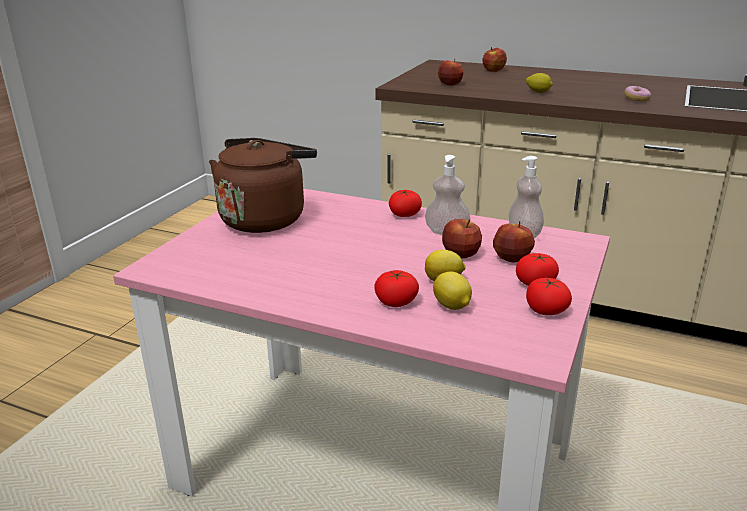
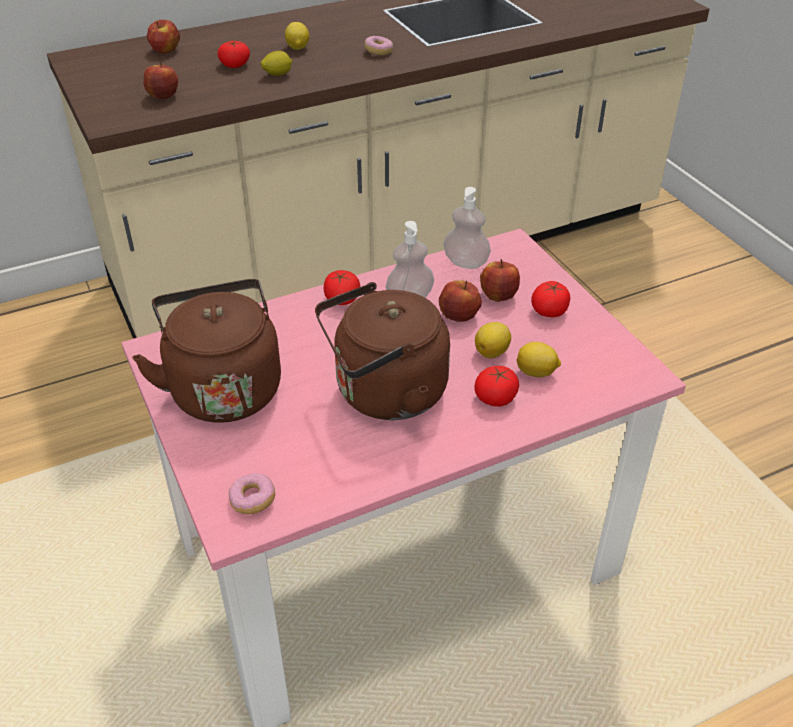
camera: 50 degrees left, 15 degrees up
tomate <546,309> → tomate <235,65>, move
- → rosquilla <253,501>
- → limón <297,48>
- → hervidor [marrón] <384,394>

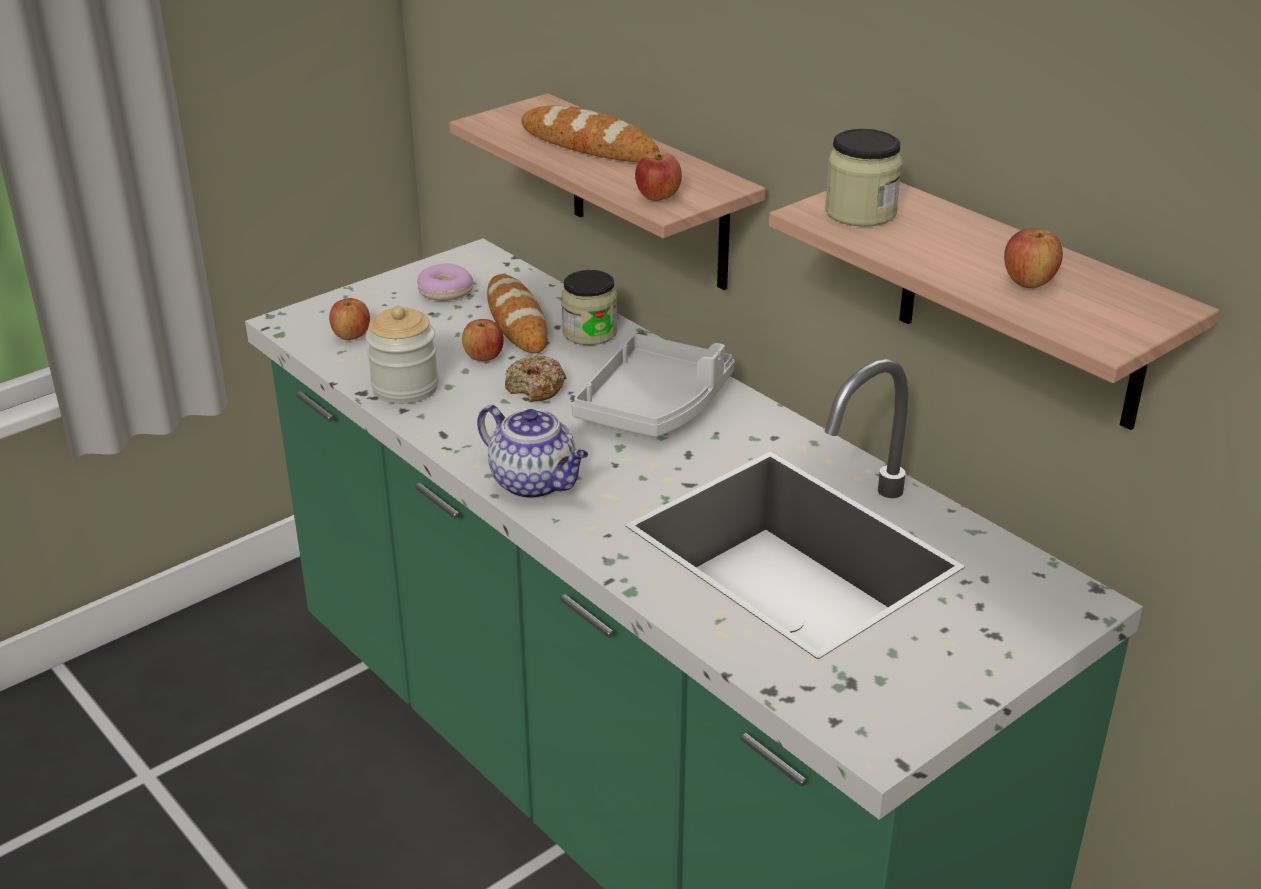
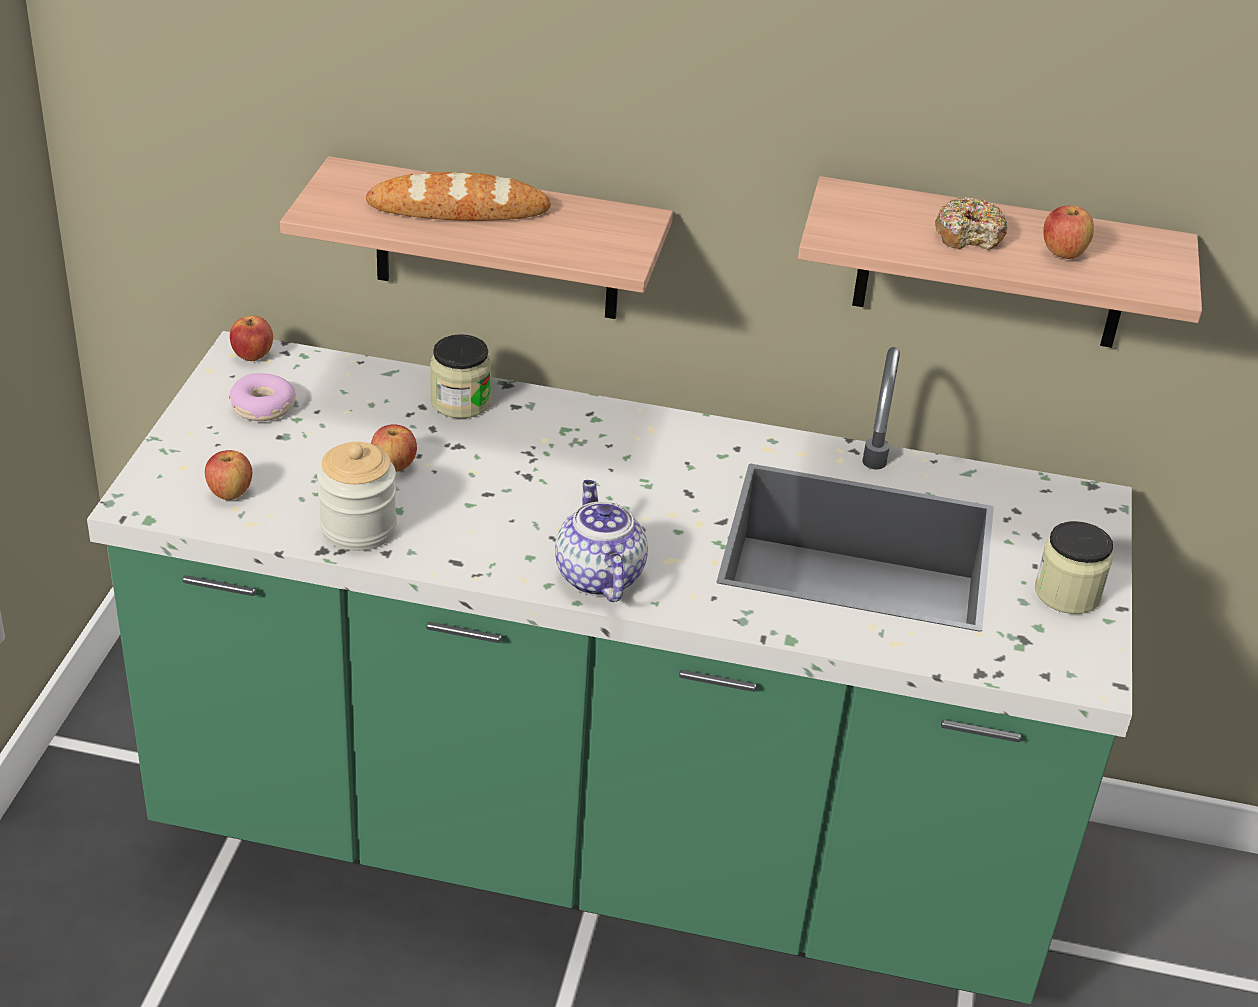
camera: 40 degrees left, 5 degrees up
manzana <658,197> → manzana <253,356>, move
tetera <535,483> → tetera <597,575>, 105 degrees counterclockwise
rosquilla <535,388> → rosquilla <969,235>, move
tarro <860,212> → tarro <1067,593>, move
pan <516,320> → -
bandeja [gris] <655,406> → -

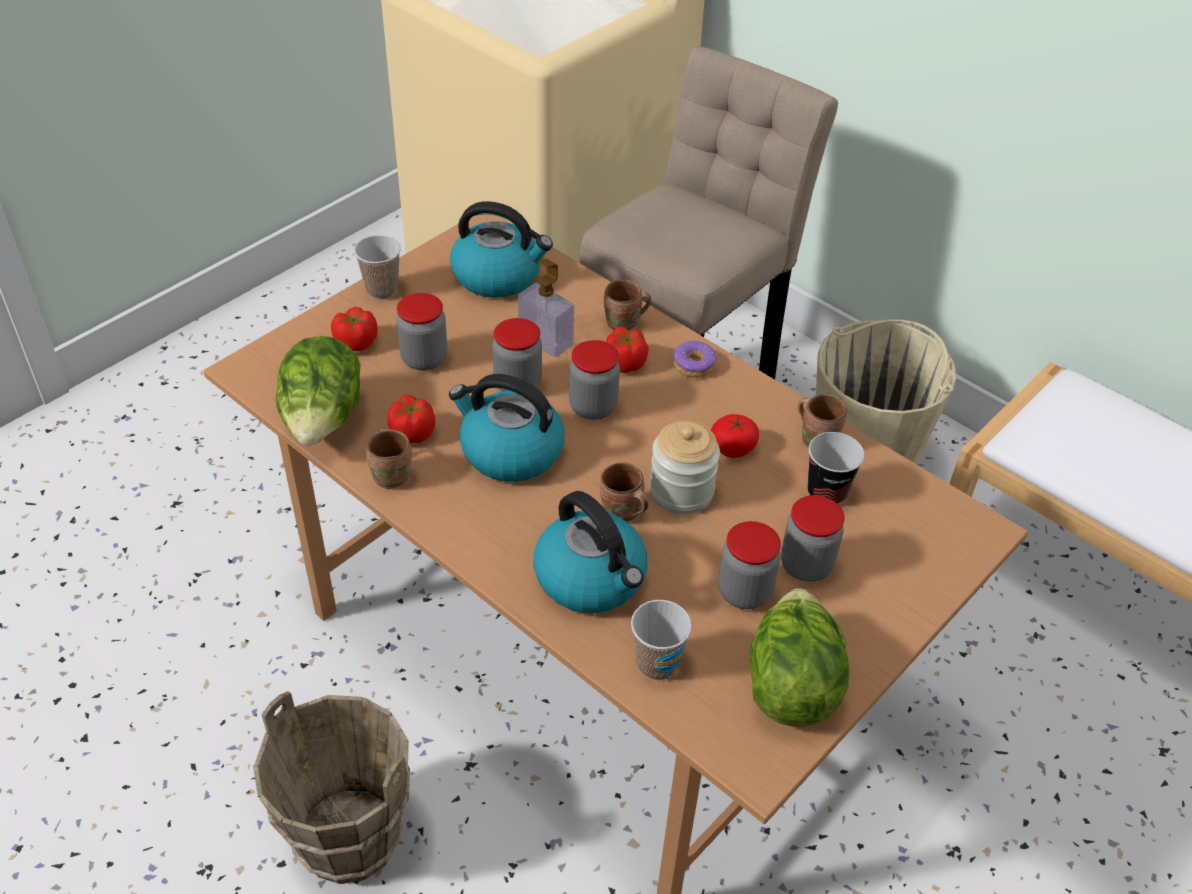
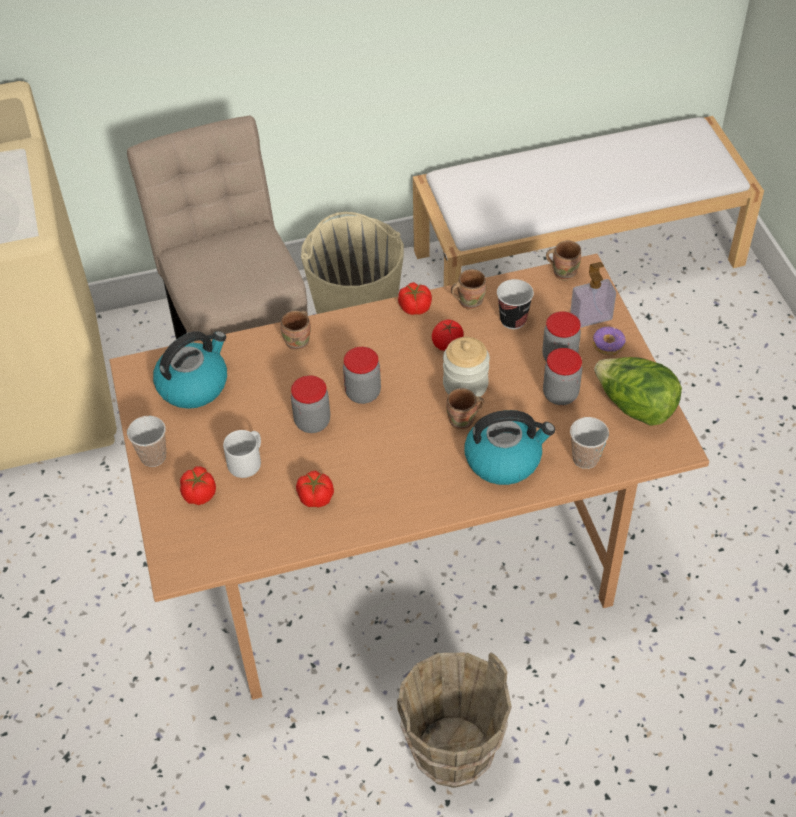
camera: 55 degrees left, 5 degrees up
tarro <424,359> → taza grande [gris] <247,462>
tomate <625,363> → tomate <414,307>, move
taza grande [marrón] <393,475> → taza grande [marrón] <563,272>, move
dispensador de jabón <545,340> → dispensador de jabón <591,317>, move
rosquilla <694,365> → rosquilla <608,345>, move
lechuga <323,421> → -
hervidor <510,452> → -

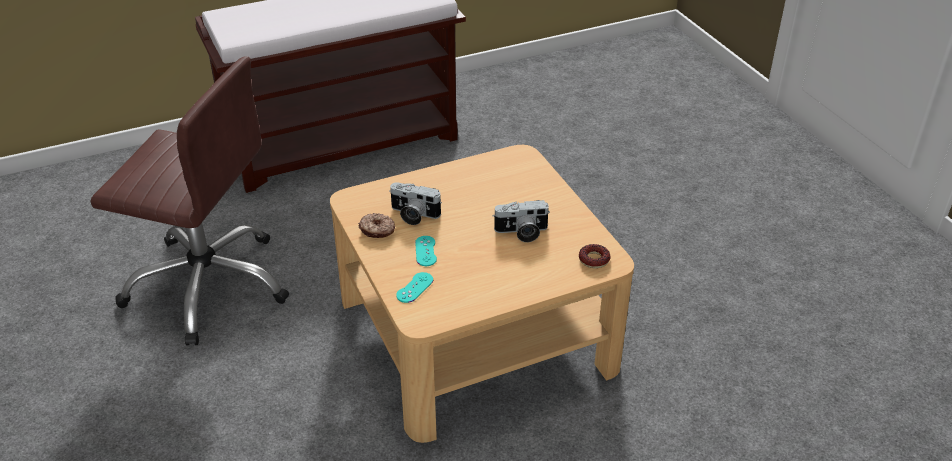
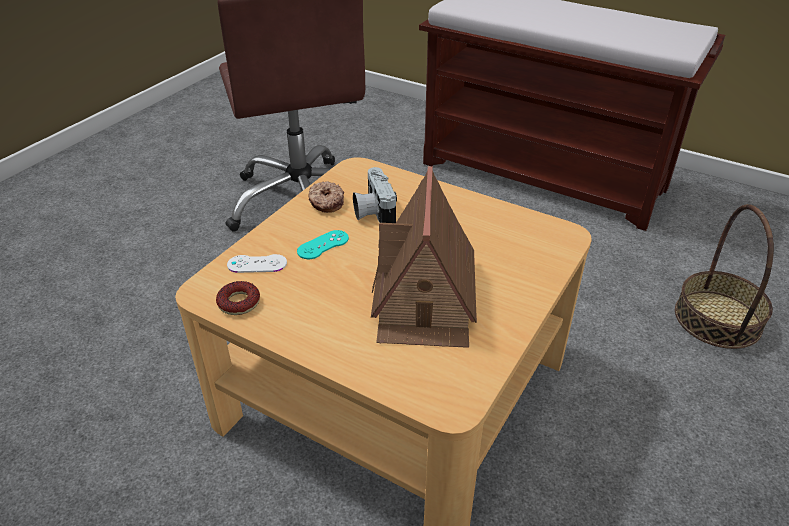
camera: 55 degrees right, 0 degrees up
rosquilla <594,260> → rosquilla <239,303>, move
mando de consola [turquesa] <414,287> → mando de consola [blanco] <257,264>
cámara <521,232> → casita <424,297>
- → cesta <718,319>

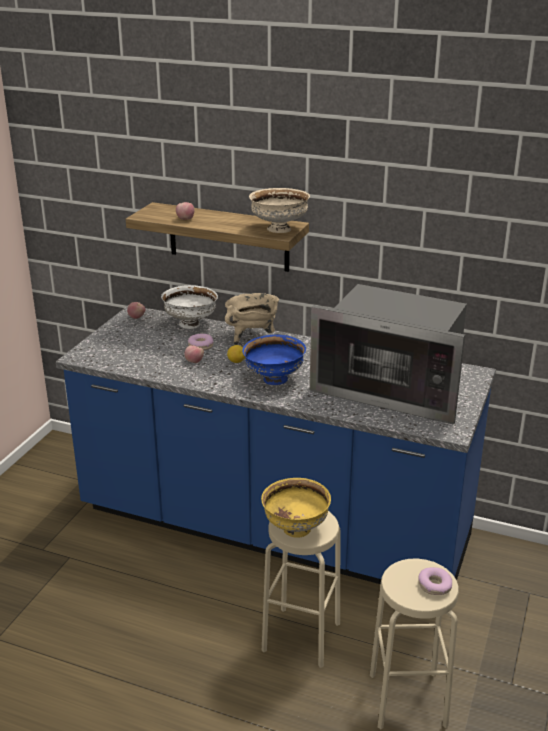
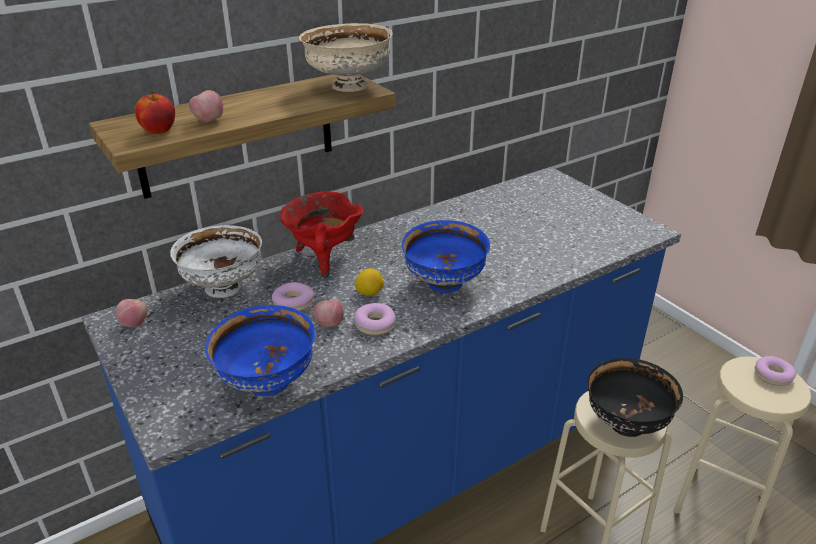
camera: 55 degrees left, 5 degrees up
- → manzana <158,131>
- → cuenco [azul] <268,384>
olla [beis] <253,337> → olla [rojo] <324,258>
- → rosquilla <375,324>
cuenco [amarillo] <295,529> → cuenco [negro] <626,425>
microondas <392,389> → -

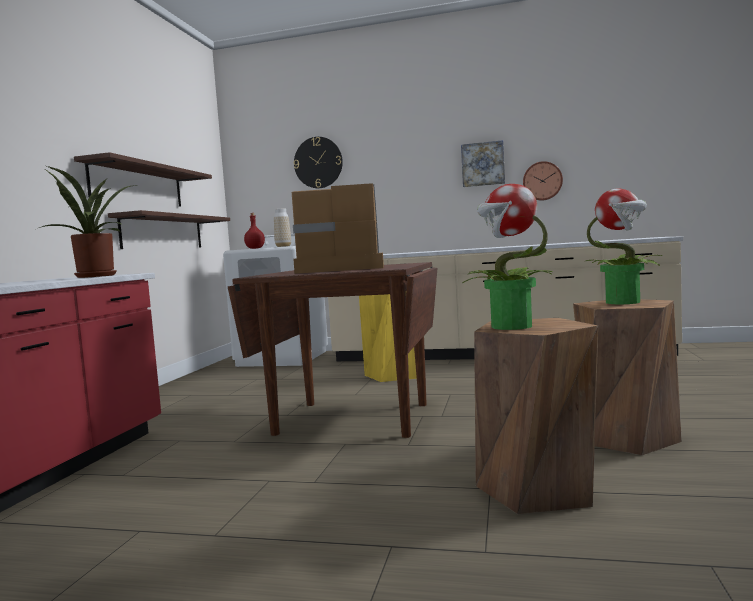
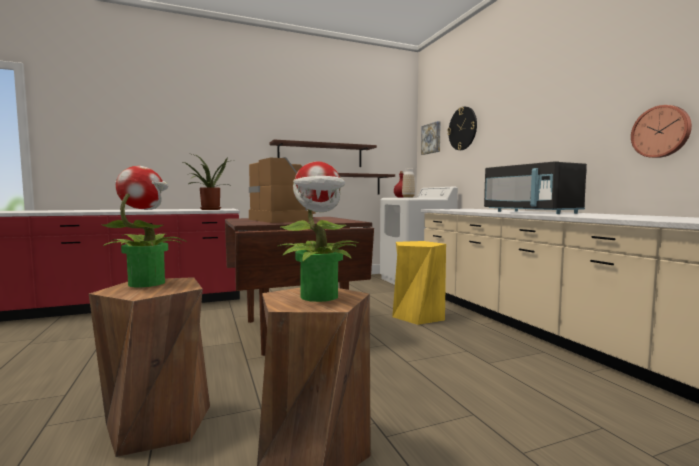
camera: 55 degrees right, 0 degrees up
cuadro <483,164> → cuadro <431,138>, move
- → microondas [negro] <530,212>

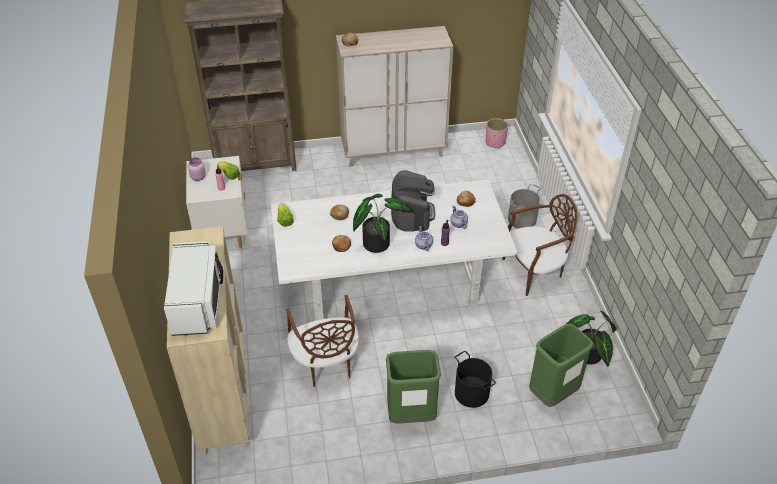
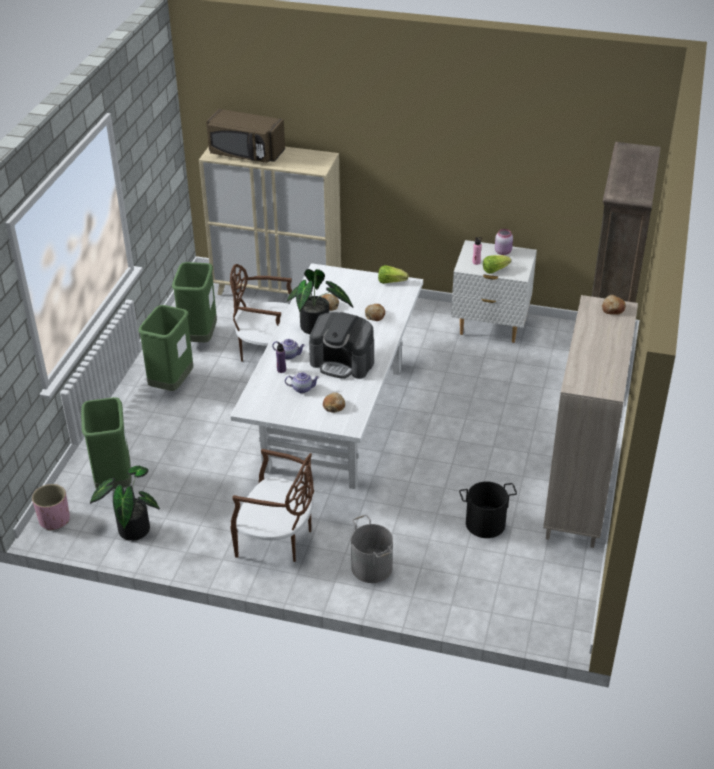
camera: 115 degrees right, 5 degrees down
maceta [rosa] <495,142> → maceta [rosa] <54,520>, move
- → papelera [verde] <199,338>
microondas [blanco] <198,302> → microondas [marrón] <246,153>
silla [marrón] <534,271> → silla [marrón] <277,540>, 75 degrees counterclockwise
cubo [negro] <471,393> → cubo [negro] <485,523>, move

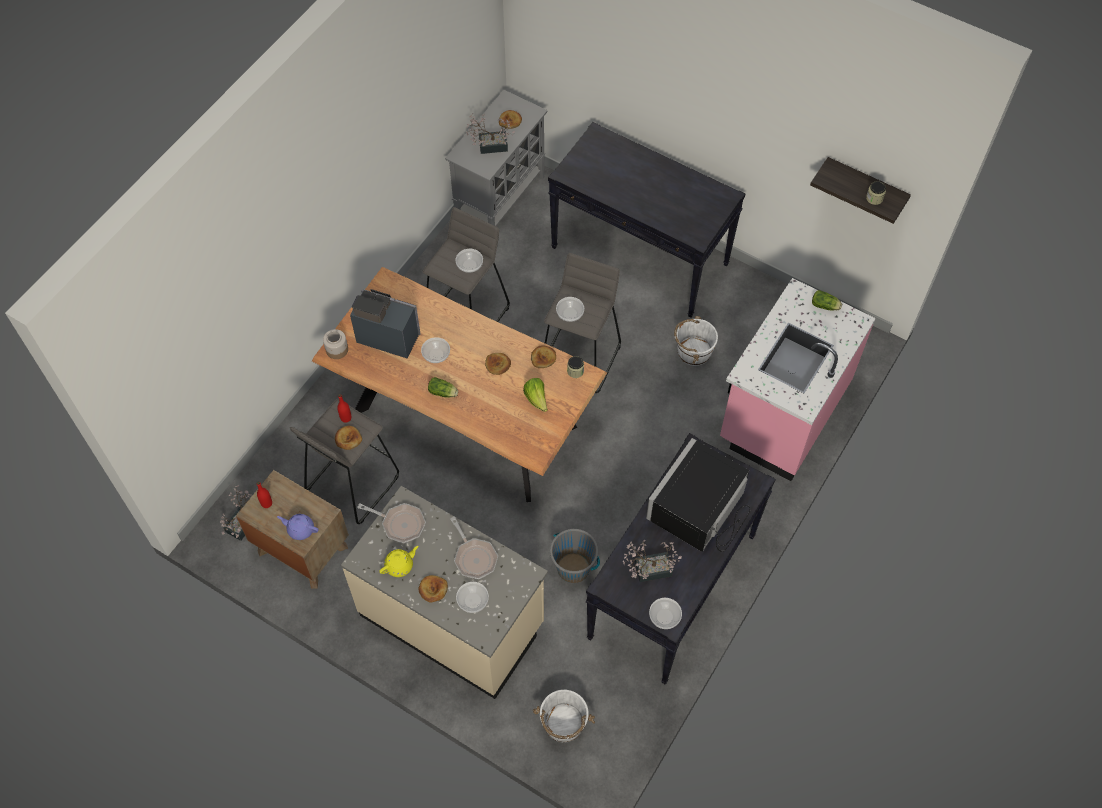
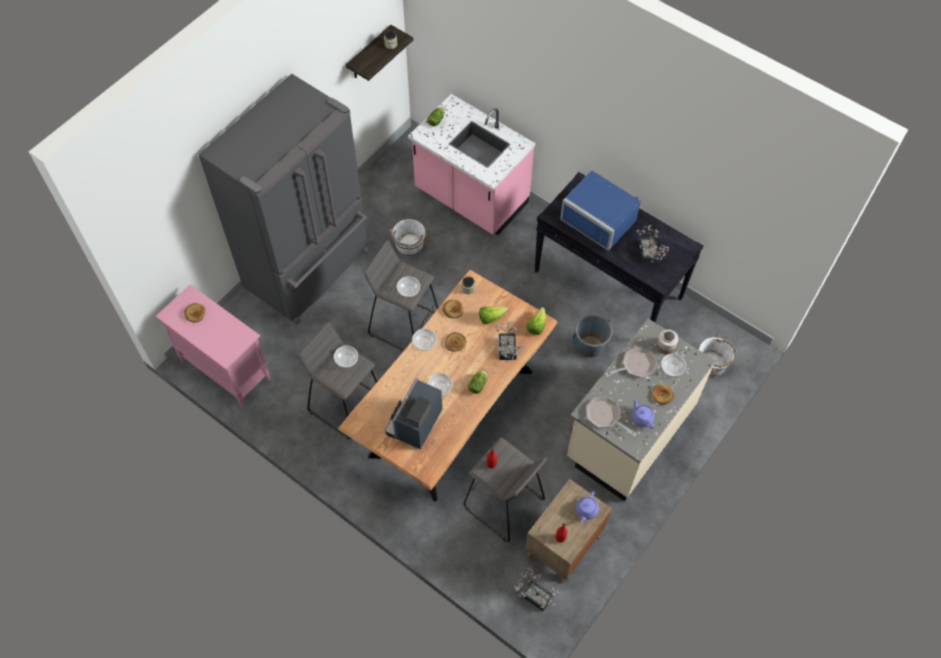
camera: 85 degrees left, 0 degrees up
armario [gris] <500,198> → armario [rosa] <225,369>
mesa consola [negro] <640,256> → nevera [gris] <310,270>
cuenco <664,616> → cuenco <424,343>, move
planta en maceta <489,145> → planta en maceta <507,352>, move
- → lechuga <536,326>
microondas [negro] <700,510> → microondas [azul] <601,218>
sartén <400,524> → sartén <605,416>, 75 degrees counterclockwise
tetera [amarillo] <400,565> → tetera [morado] <641,417>
tarro <337,350> → tarro <665,346>, move
pan <348,439> → -

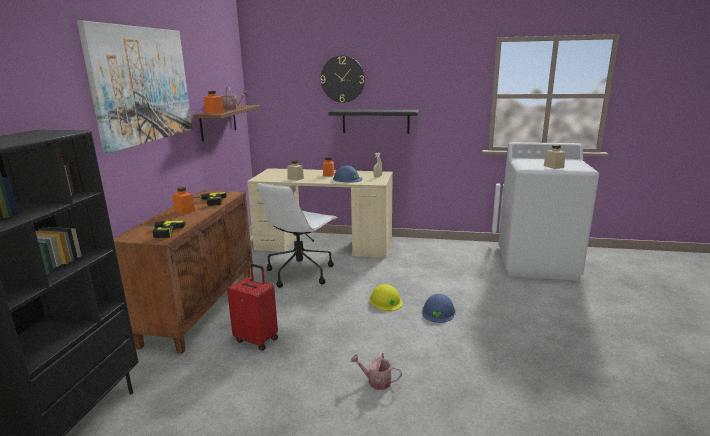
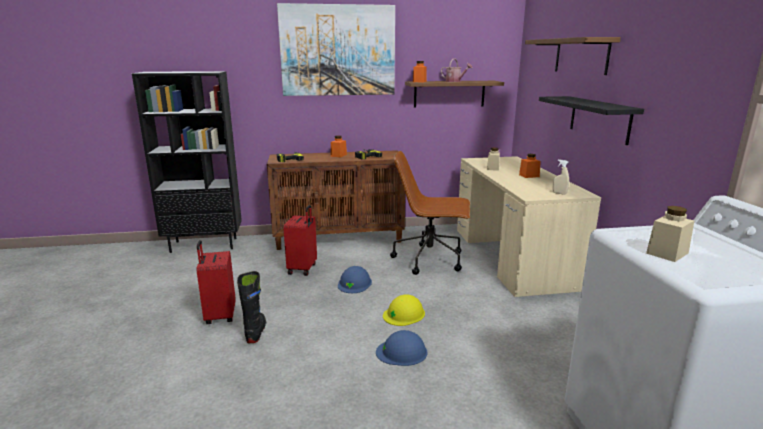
camera: 70 degrees right, 0 degrees up
- → maleta [rojo] <219,316>
regadera <376,381> → bota [negro] <256,331>
casco [azul] <347,179> → casco [azul] <354,283>, move
silla de oficina [blanco] <300,272> → silla de oficina [marrón] <430,259>
reloj de pared <342,79> → estante [marrón] <581,56>

